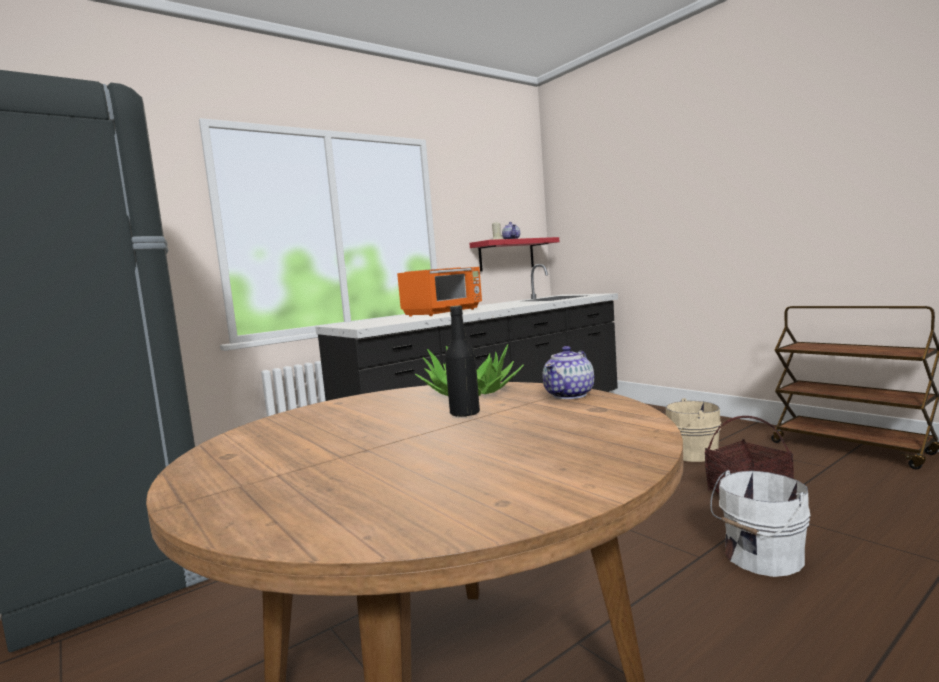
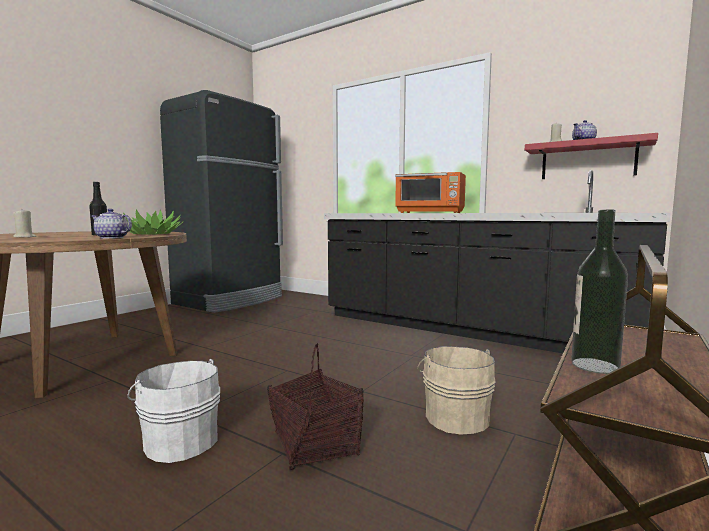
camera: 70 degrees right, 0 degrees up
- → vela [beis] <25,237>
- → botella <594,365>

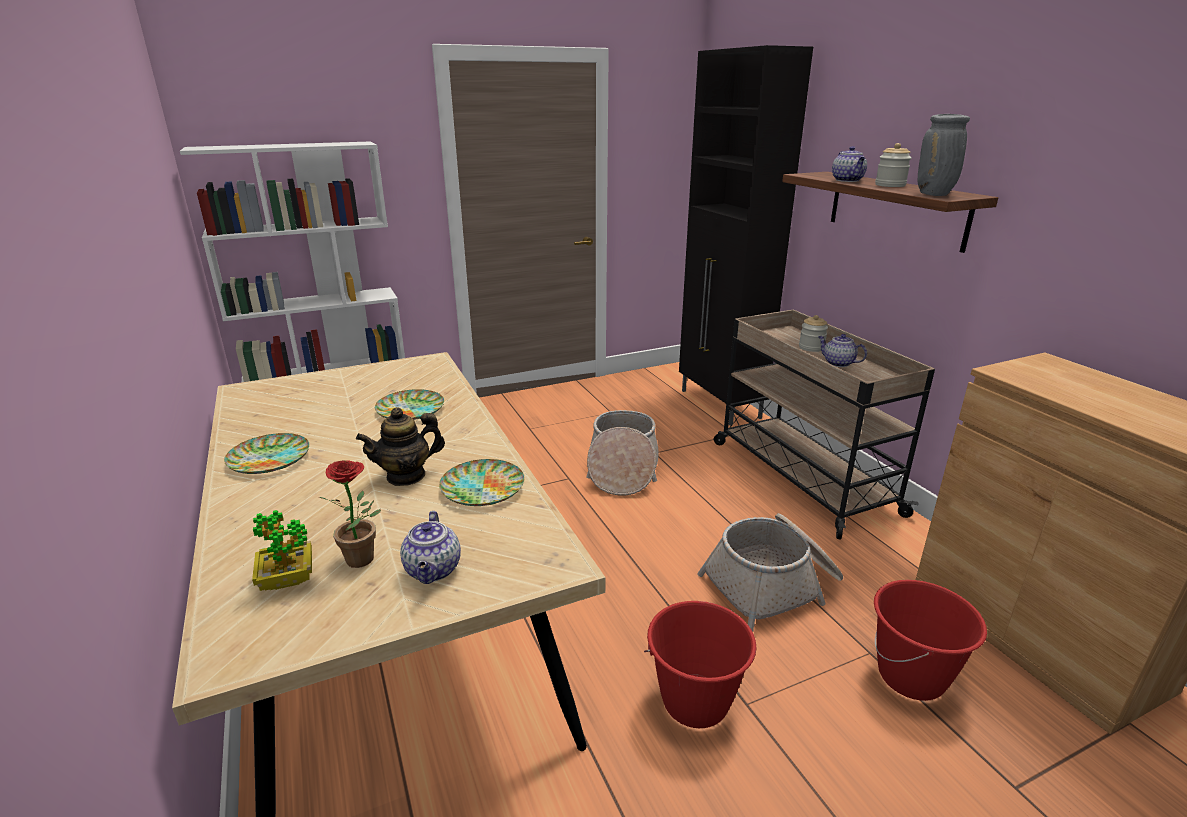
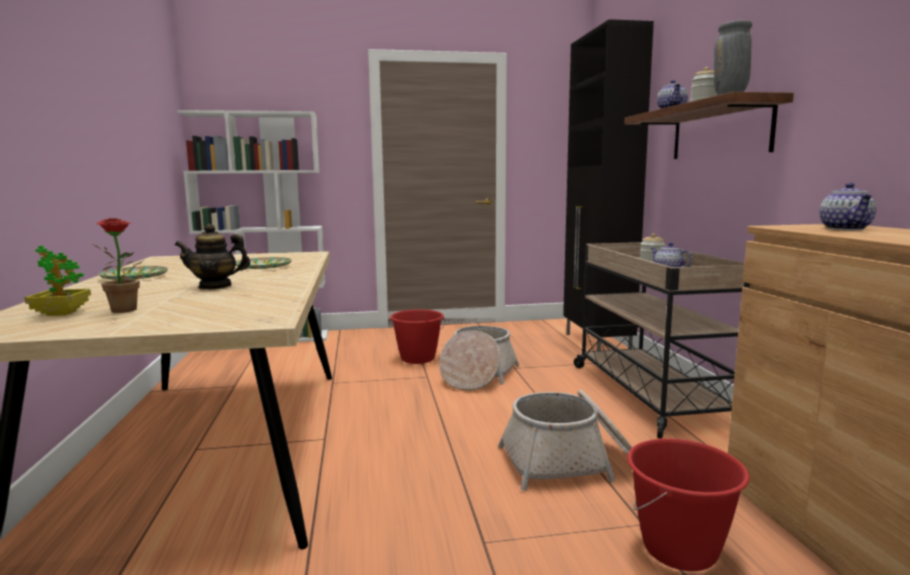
camera: 15 degrees right, 15 degrees down
cubo [rojo] <695,702> → cubo [rojo] <417,359>, move
tetera <433,570> → tetera <846,229>, move
plato <482,488> → -

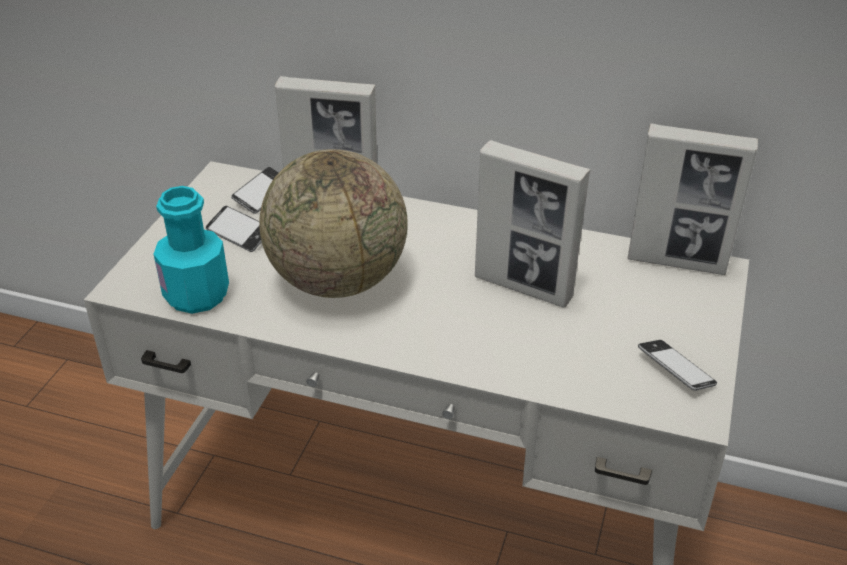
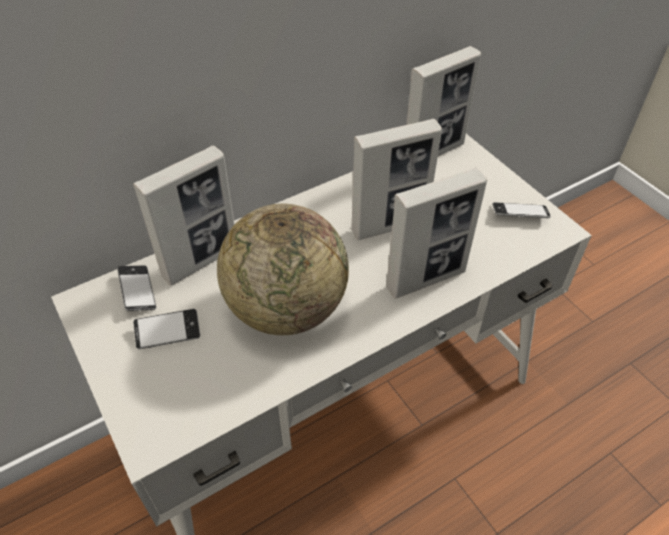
camera: 50 degrees left, 10 degrees up
- → portarretratos <426,279>
botella [turquesa] <197,295> → -

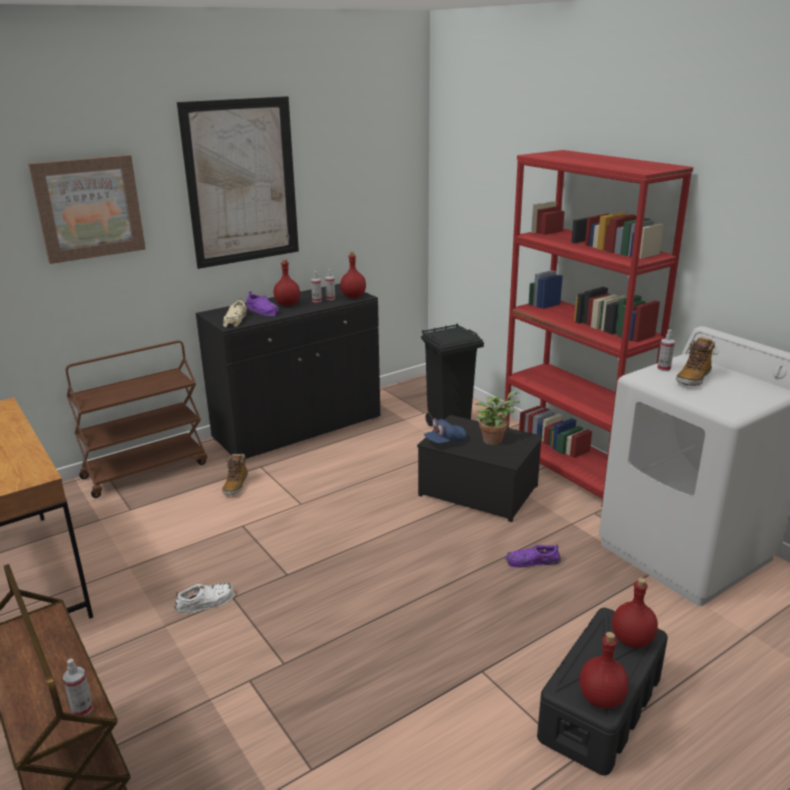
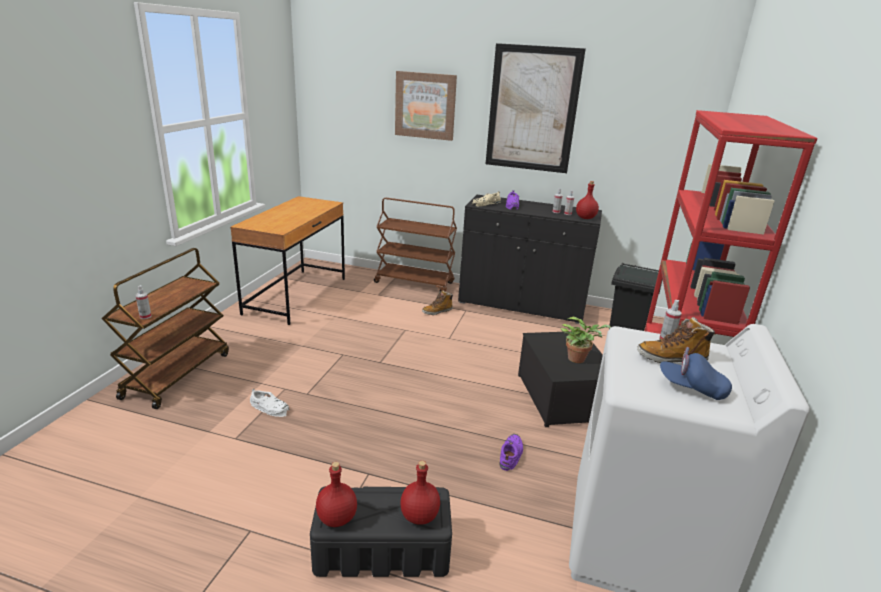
camera: 50 degrees right, 0 degrees up
zapato [blanco] <205,601> → zapato [blanco] <270,407>, move
zapato [morado] <531,561> → zapato [morado] <510,454>, 60 degrees clockwise
gorra [azul] <445,442> → gorra [azul] <691,388>, move
botella [rojo] <287,304> → -

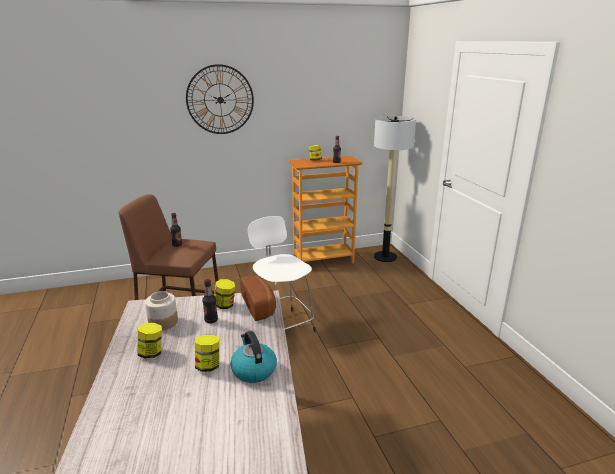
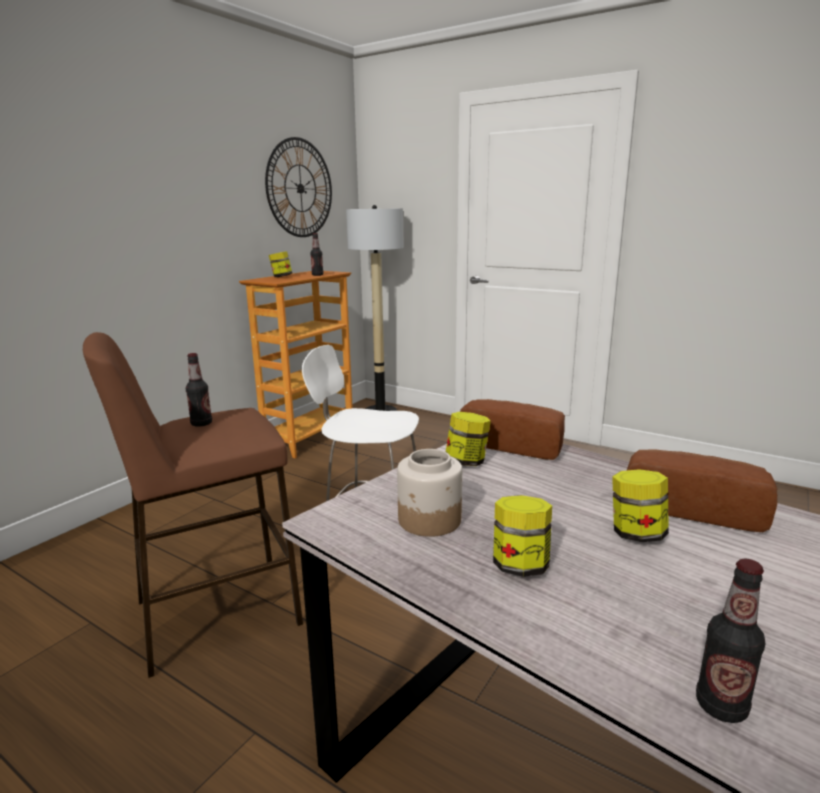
camera: 40 degrees left, 5 degrees down
reloj de pared <220,100> → reloj de pared <300,188>, move
hervidor <253,370> → pan <692,508>
botella <211,320> → botella <721,706>, move

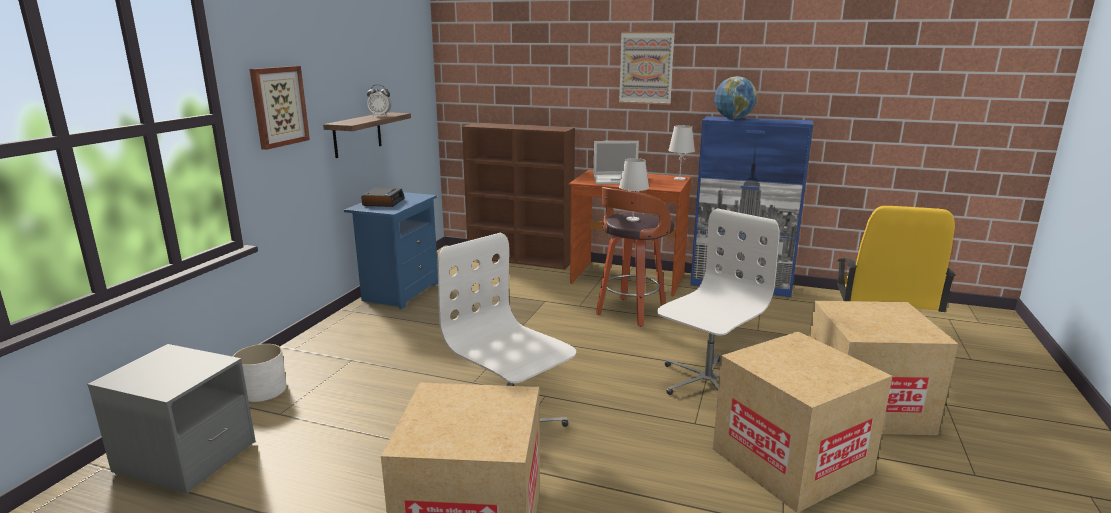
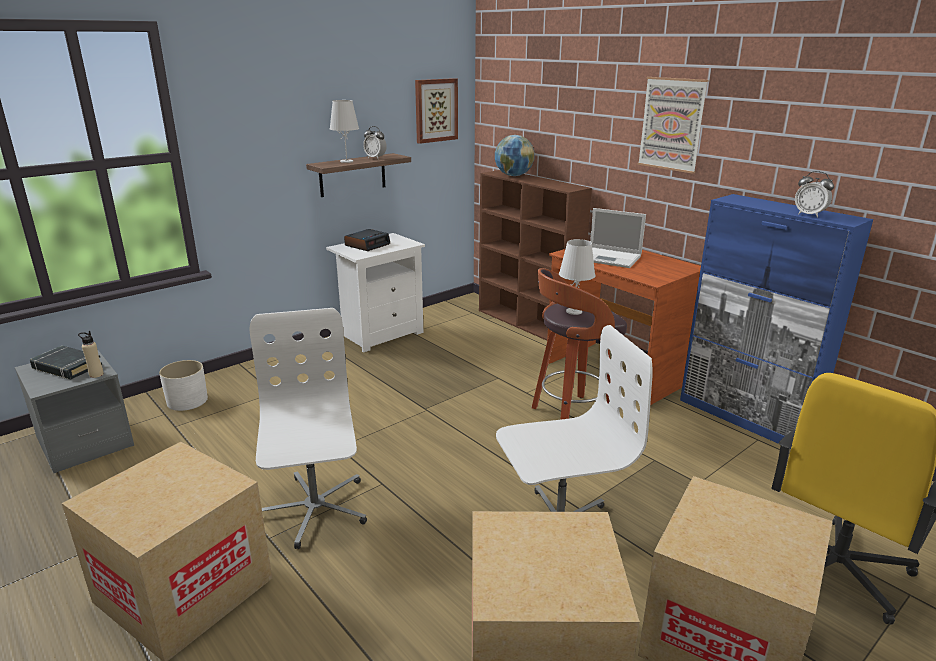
camera: 30 degrees right, 5 degrees up
- → libro [negro] <66,367>
- → botella [beis] <96,374>
mesita de noche [azul] <399,292> → mesita de noche [blanco] <381,334>
lámpara de mesa [blanco] <679,179> → lámpara de mesa [blanco] <347,161>, move
cuadro <278,106> → cuadro <435,110>, move
globo terráqueo <733,119> → globo terráqueo <513,176>, move
- → despertador <809,215>

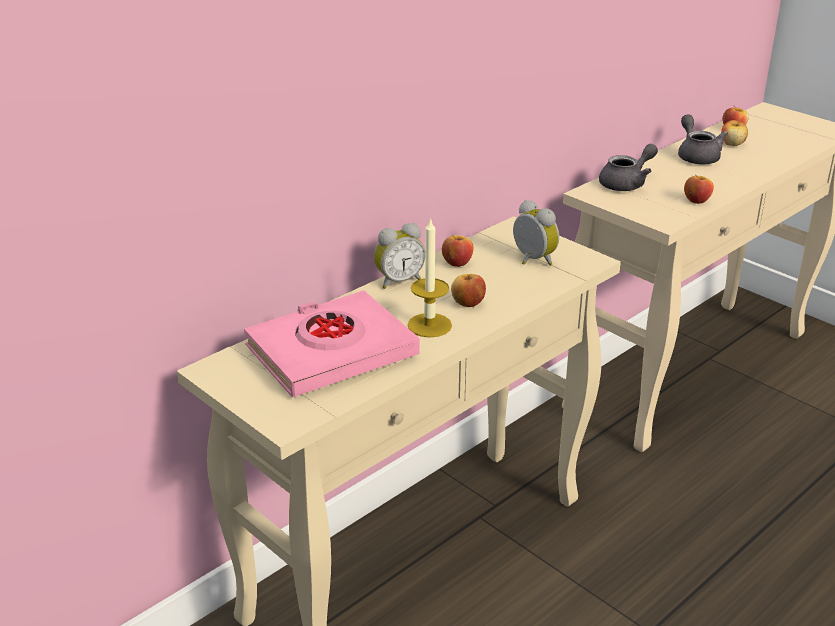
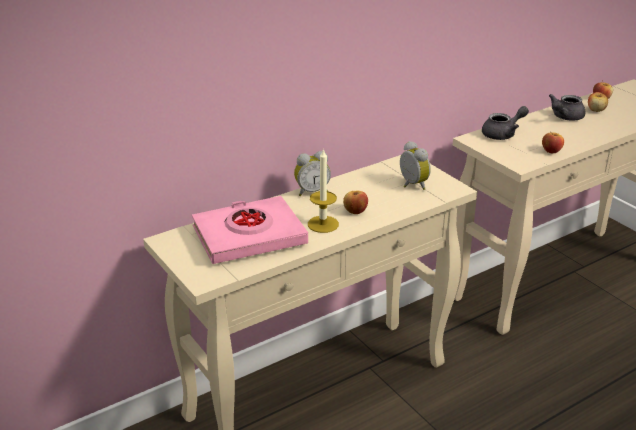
camera: 10 degrees right, 0 degrees up
tetera [gris] <697,156> → tetera [gris] <564,117>, 135 degrees counterclockwise
manzana <457,263> → -

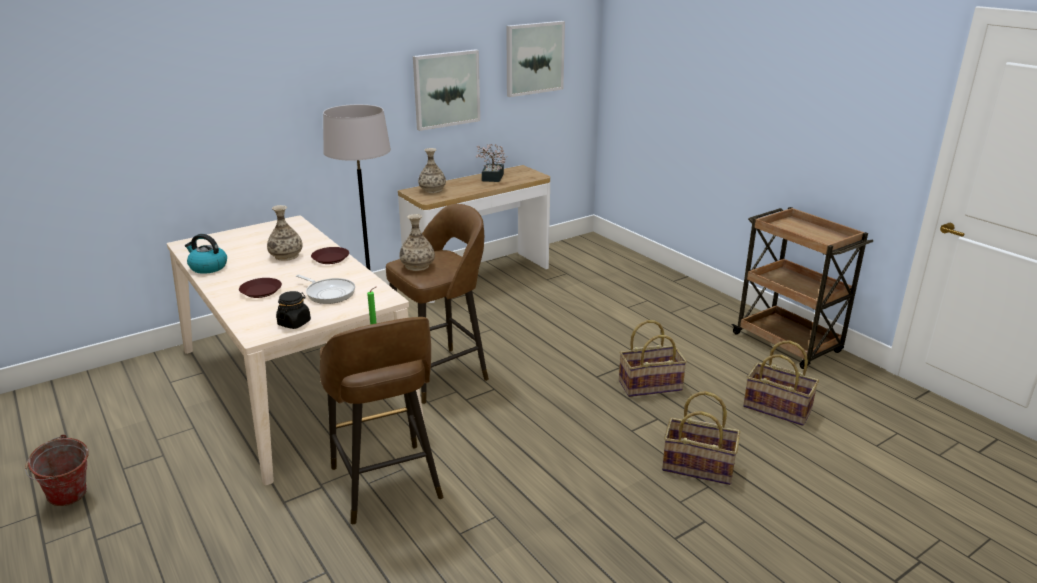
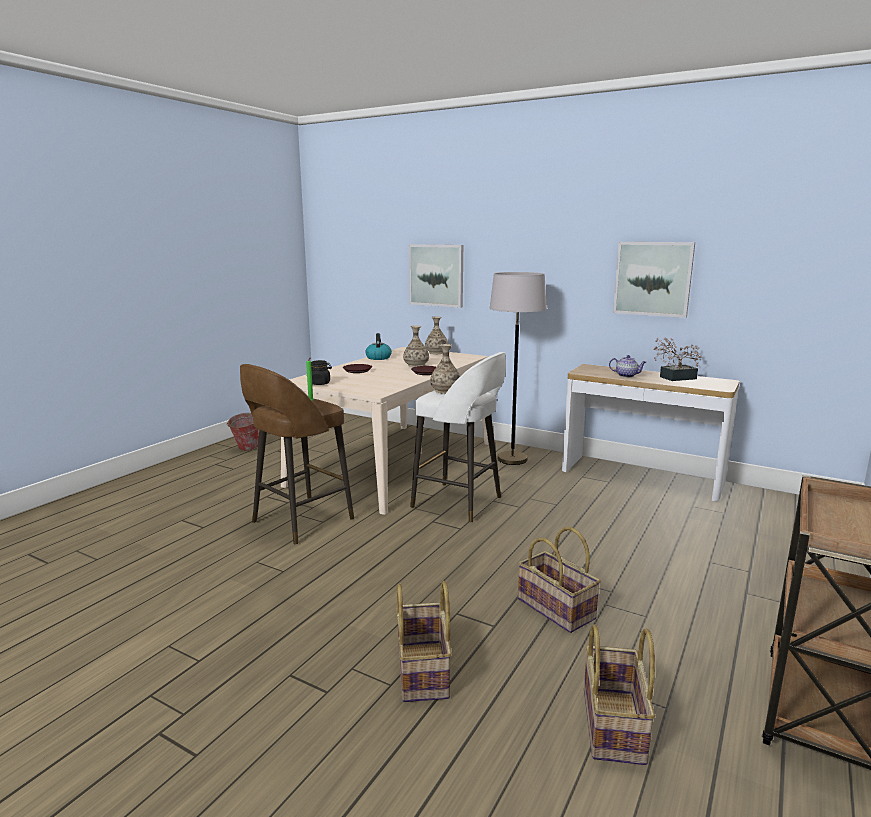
camera: 65 degrees right, 10 degrees down
cuadro <534,58> → cuadro <436,275>, move
taburete [marrón] <441,374> → taburete [blanco] <459,503>
florero <432,190> → florero <436,352>, move
- → tetera <627,375>
sartén <329,293> → -

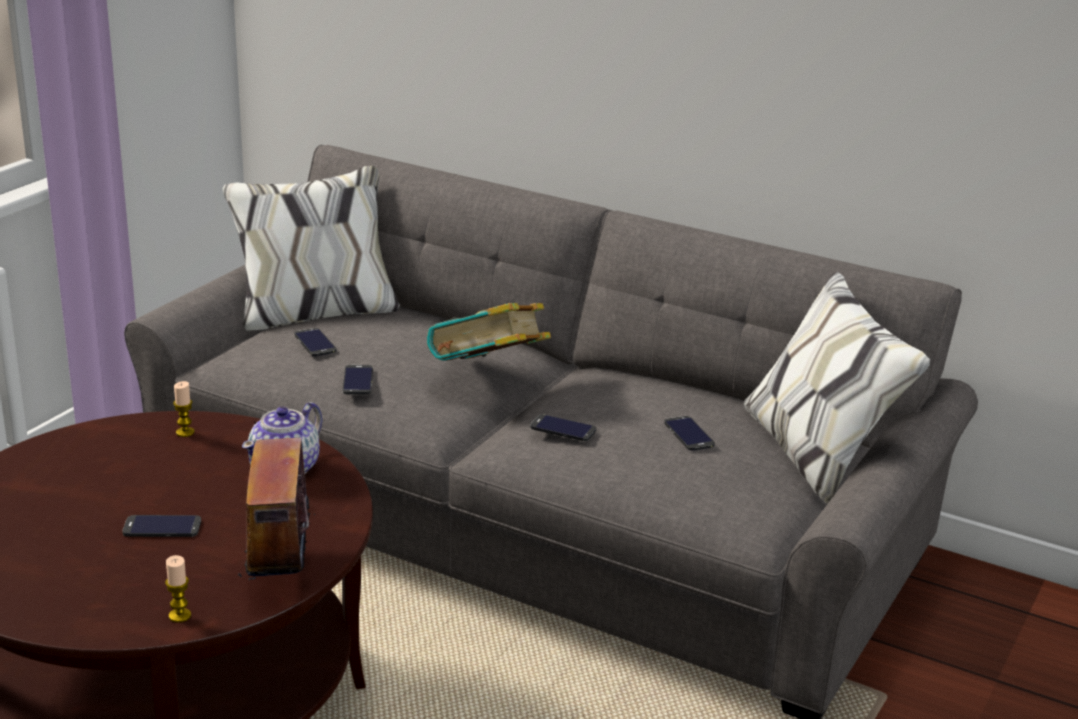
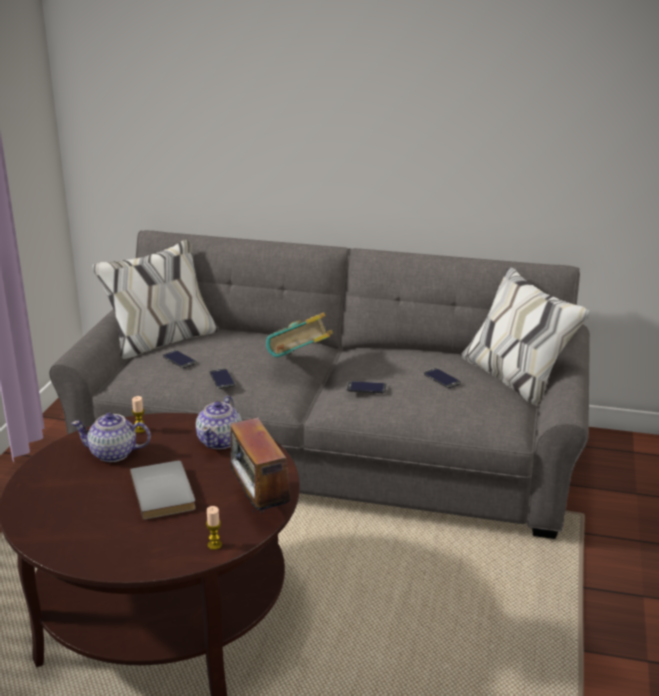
camera: 15 degrees left, 0 degrees up
- → tetera <114,454>
móvil <162,527> → libro [gris] <165,492>

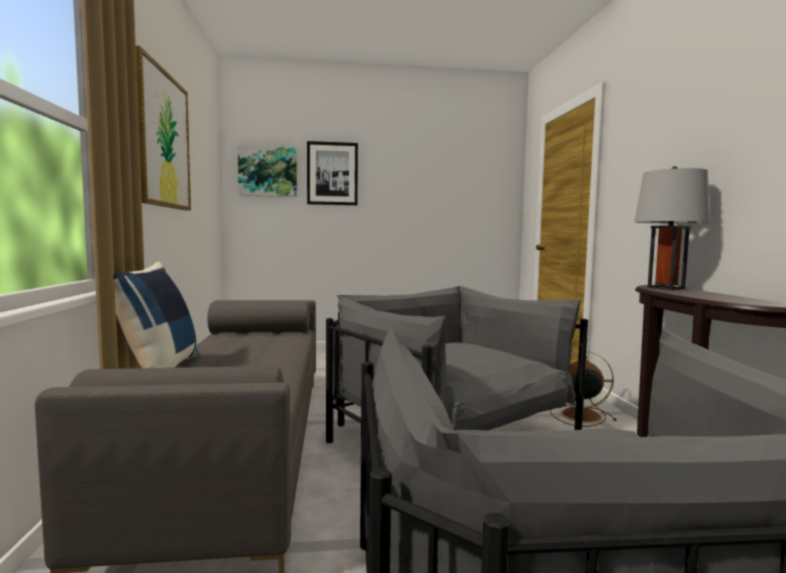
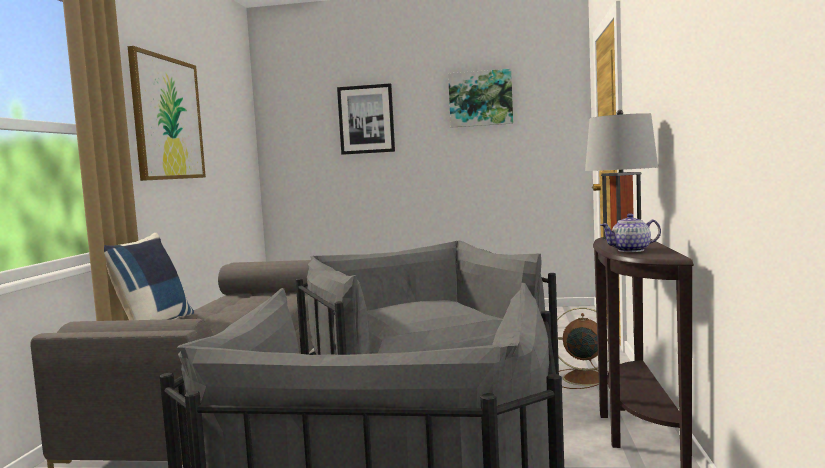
camera: 15 degrees right, 0 degrees up
cuadro <268,172> → cuadro <480,98>, move
- → tetera <631,250>

